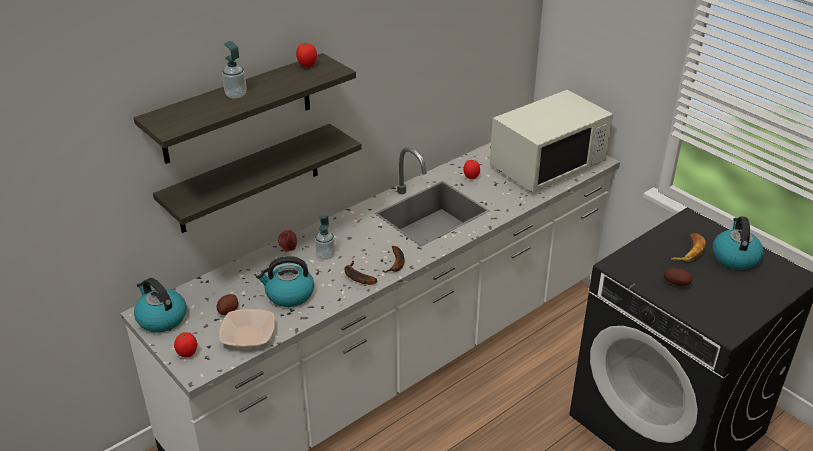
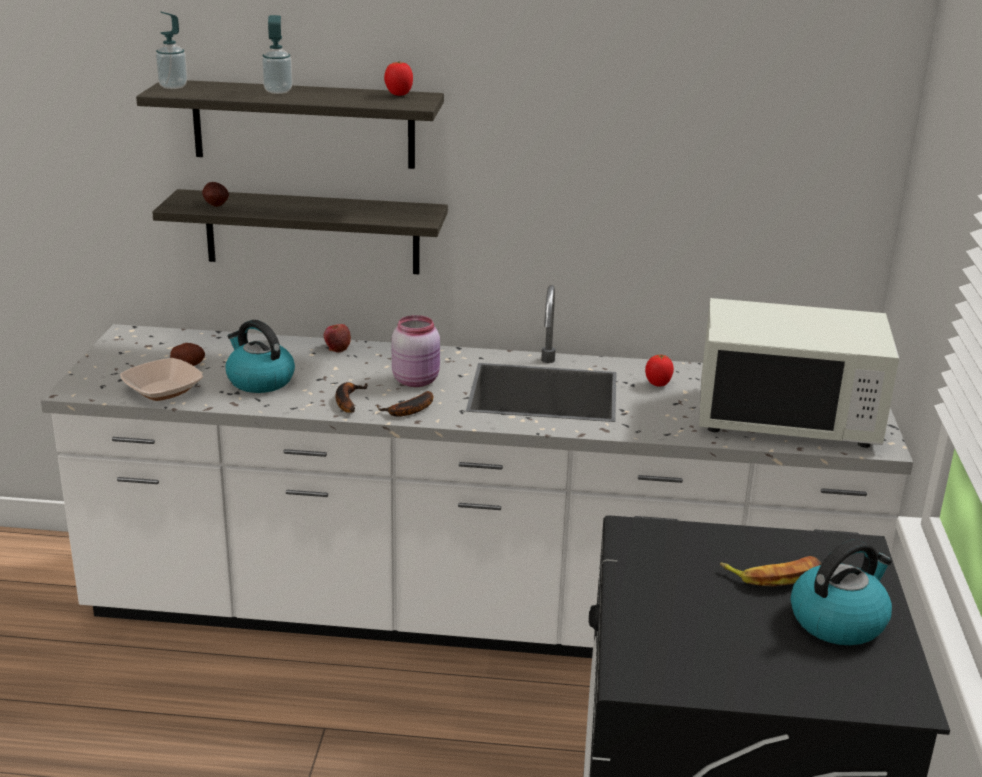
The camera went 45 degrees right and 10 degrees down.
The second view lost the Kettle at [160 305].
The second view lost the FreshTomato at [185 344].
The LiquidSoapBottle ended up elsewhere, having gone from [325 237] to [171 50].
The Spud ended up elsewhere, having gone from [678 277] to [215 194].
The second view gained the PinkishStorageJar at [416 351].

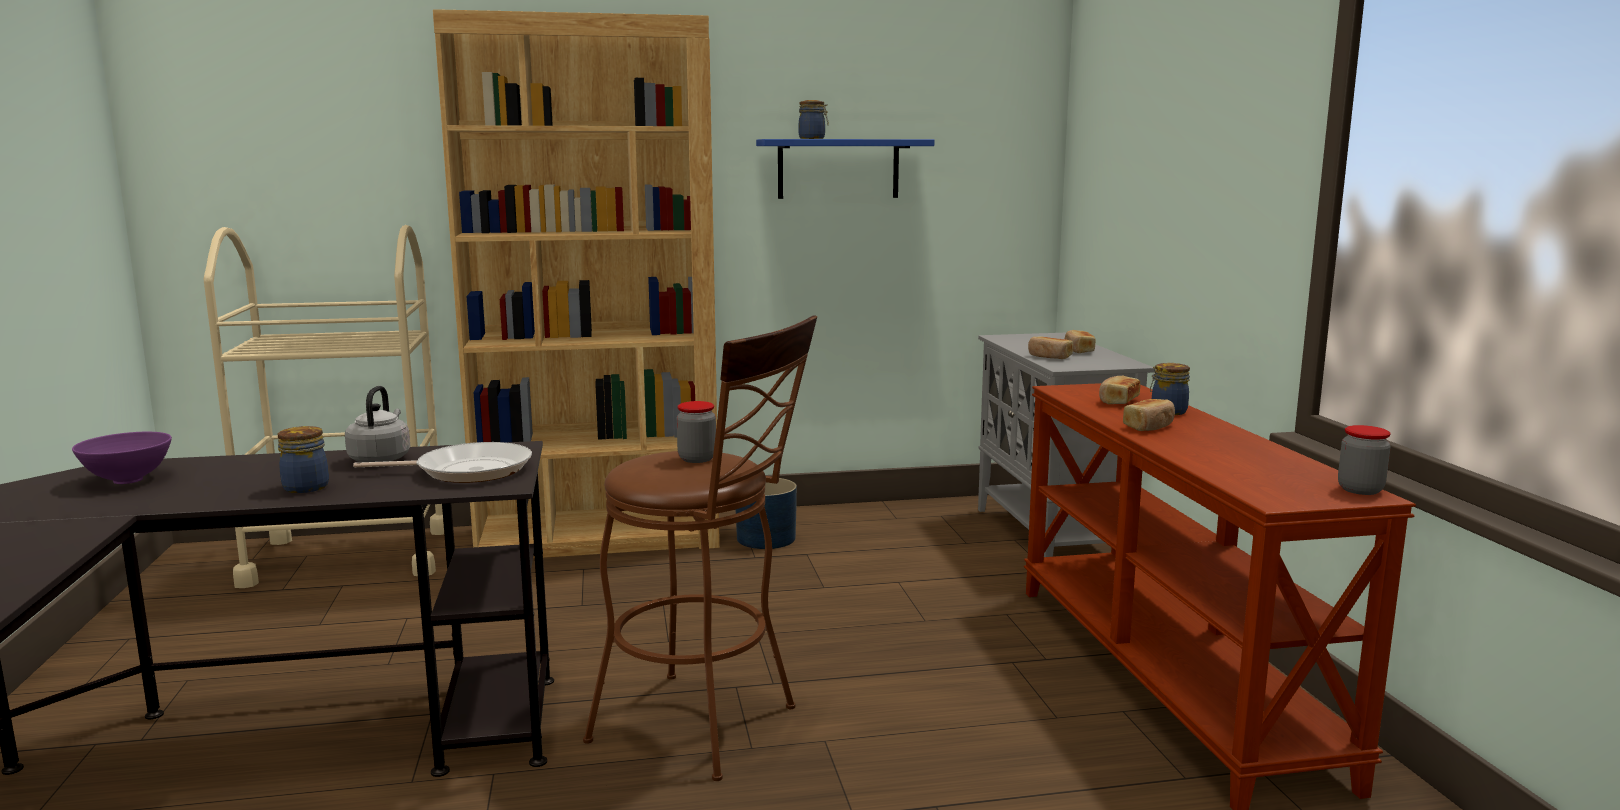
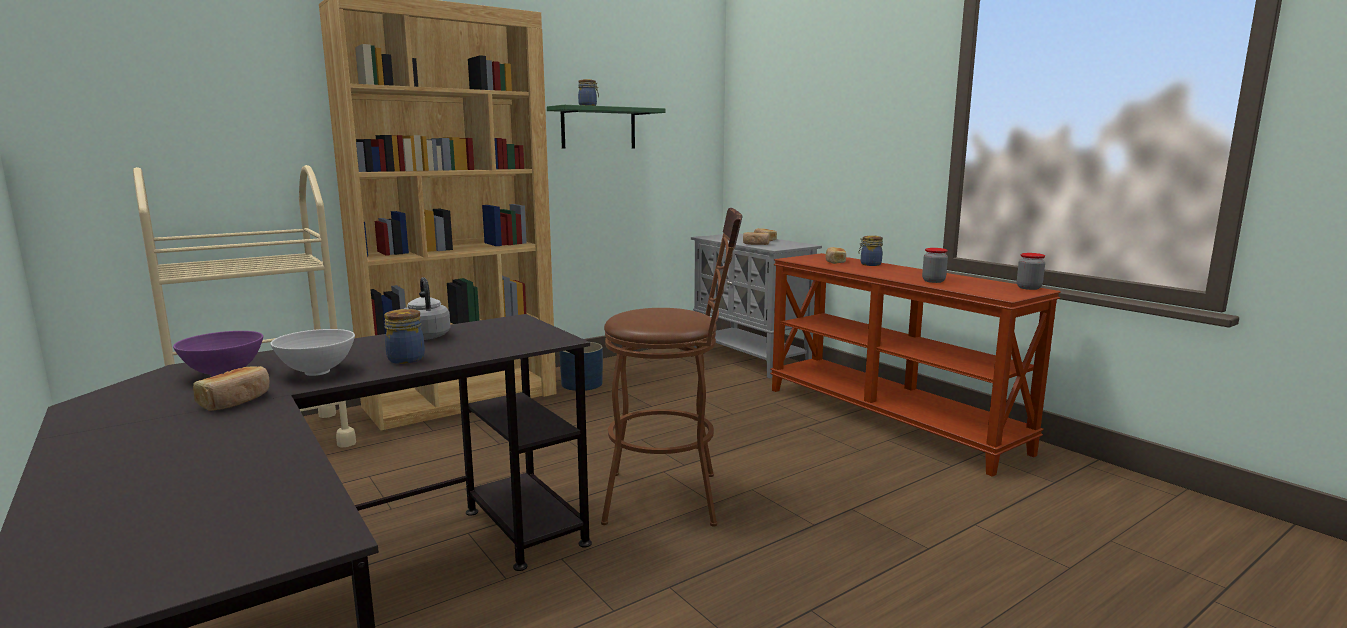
The camera went 25 degrees left and 0 degrees up.
The second view lost the Skillet at [442 462].
The StorageJar ended up elsewhere, having gone from [696 432] to [935 265].
What was the BlueColouredWallShelf at [845 169] turned into the GreenishWallShelf at [606 127].
The BakeryBread ended up elsewhere, having gone from [1149 415] to [231 388].
The second view gained the WhiteServingBowl at [312 352].

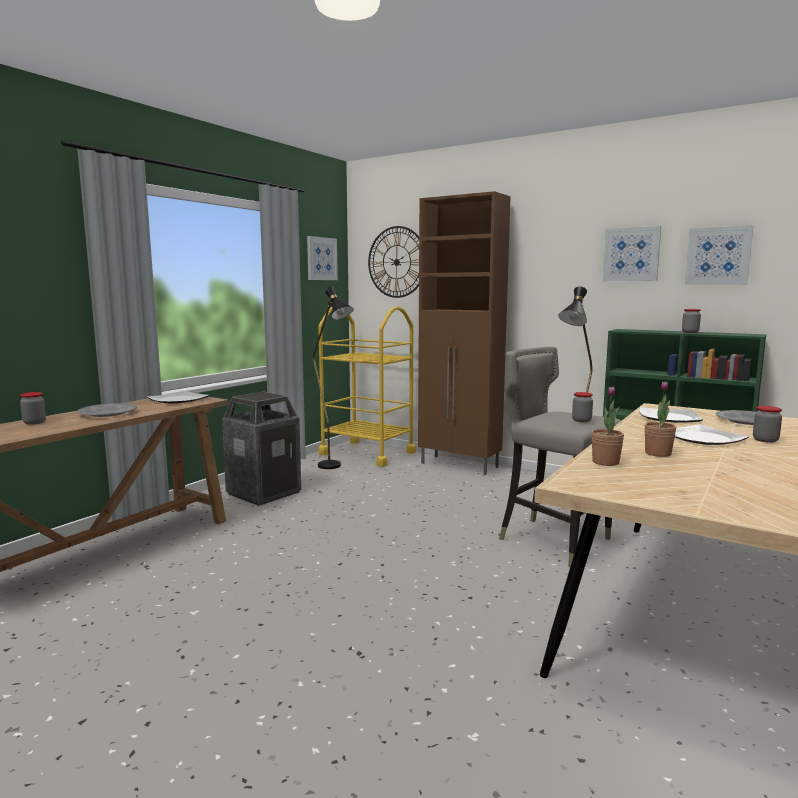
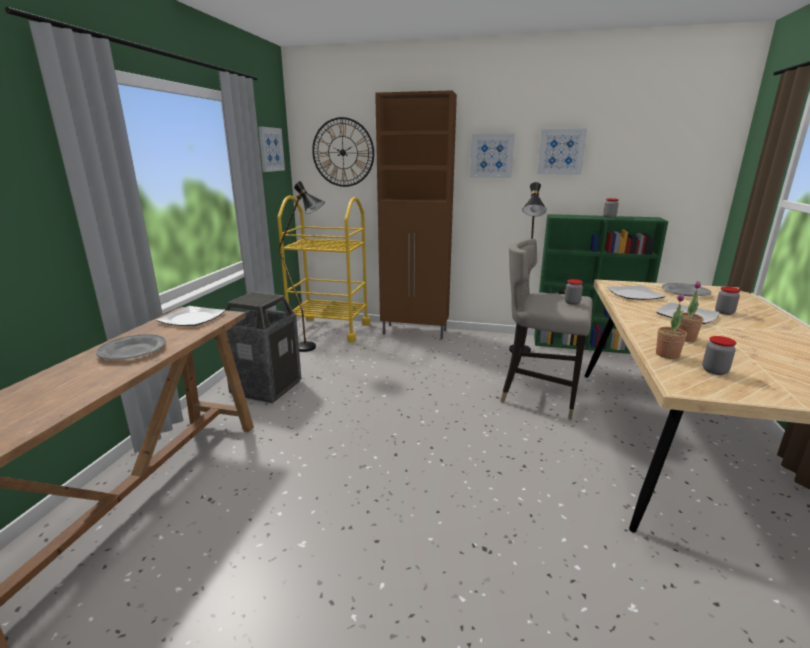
The camera went 20 degrees left and 10 degrees up.
The StorageJar ended up elsewhere, having gone from [33 408] to [719 355].
The WallPicture ended up elsewhere, having gone from [719 255] to [492 156].

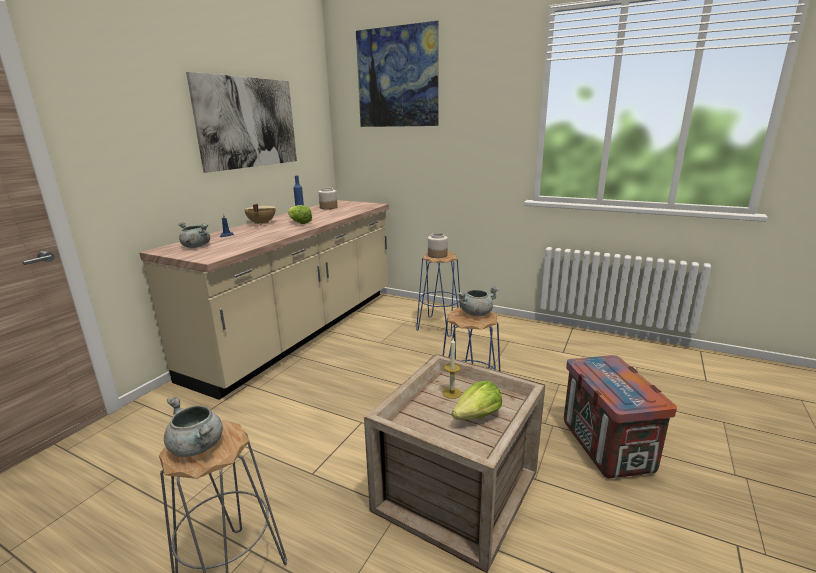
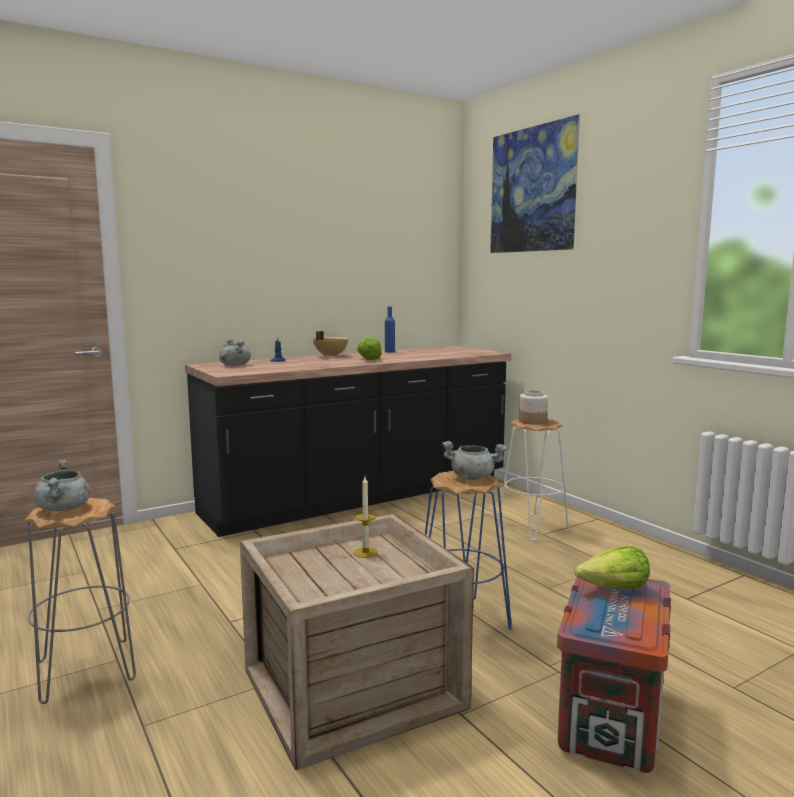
The camera went 30 degrees right and 10 degrees down.
What was the BeigeKitchenCounter at [264 300] turned into the BlackishKitchenCounter at [348 441].
The second view lost the WallPicture at [241 122].
The second view lost the StorageJar at [328 198].
What was the BlueColouredStoolSeat at [438 294] turned into the WhiteStoolSeat at [533 480].
The LettuceHead ended up elsewhere, having gone from [477 400] to [612 567].

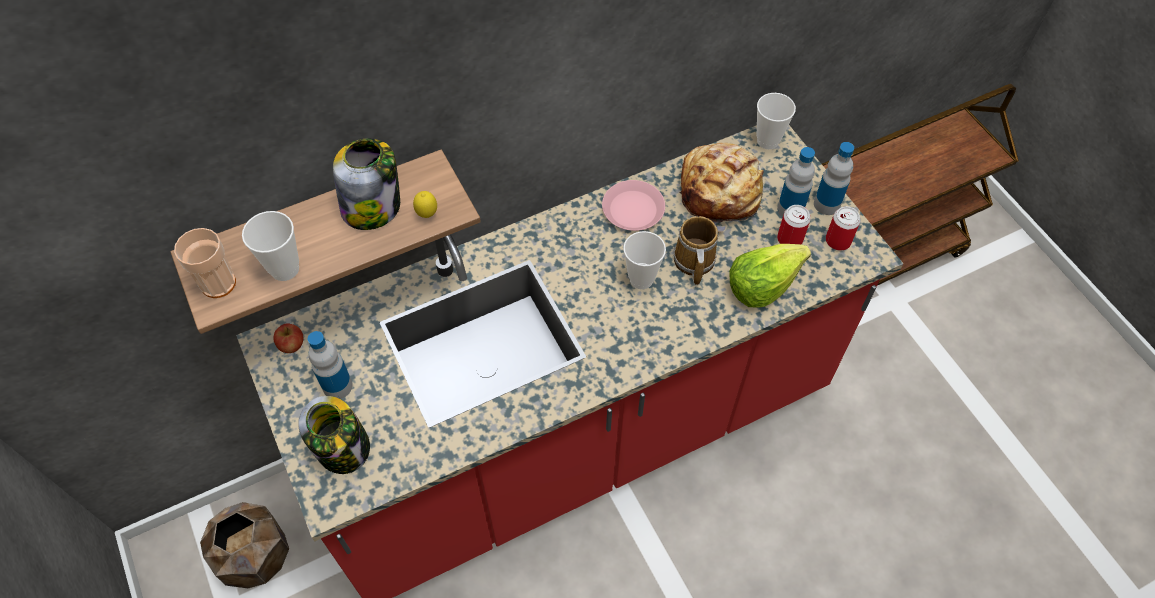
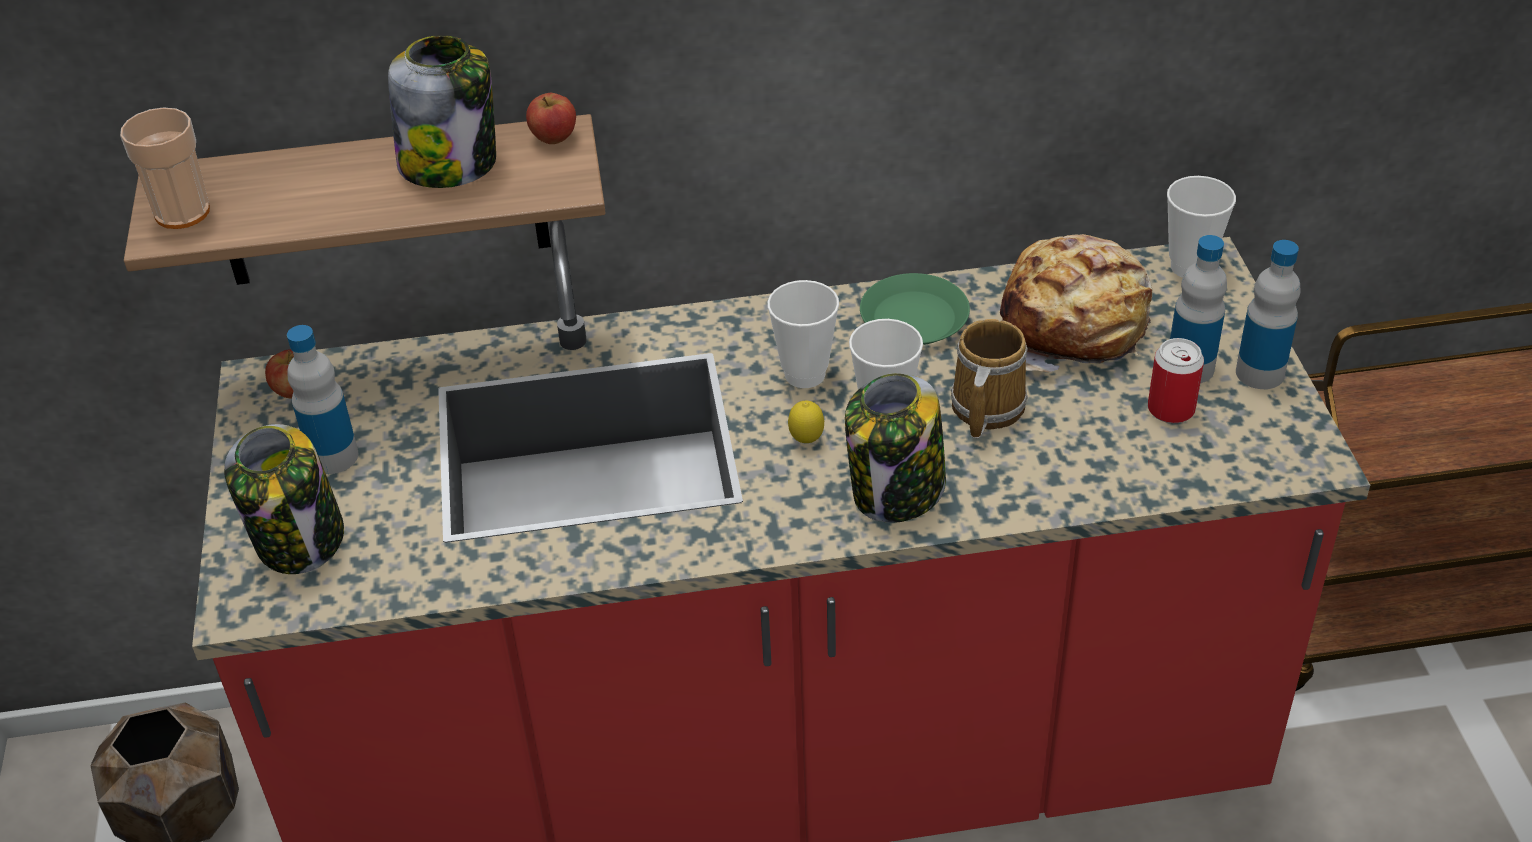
The camera went 20 degrees right and 15 degrees down.
The Cup ended up elsewhere, having gone from [270 246] to [803 334].
The Lemon ended up elsewhere, having gone from [425 204] to [806 422].
What was the PinkishDinnerPlate at [633 205] turned into the GreenishDinnerPlate at [915 309].
The second view lost the LettuceHead at [770 275].
The second view lost the SealedCan at [843 228].
The second view gained the Apple at [551 118].
The second view gained the StorageJar at [895 448].

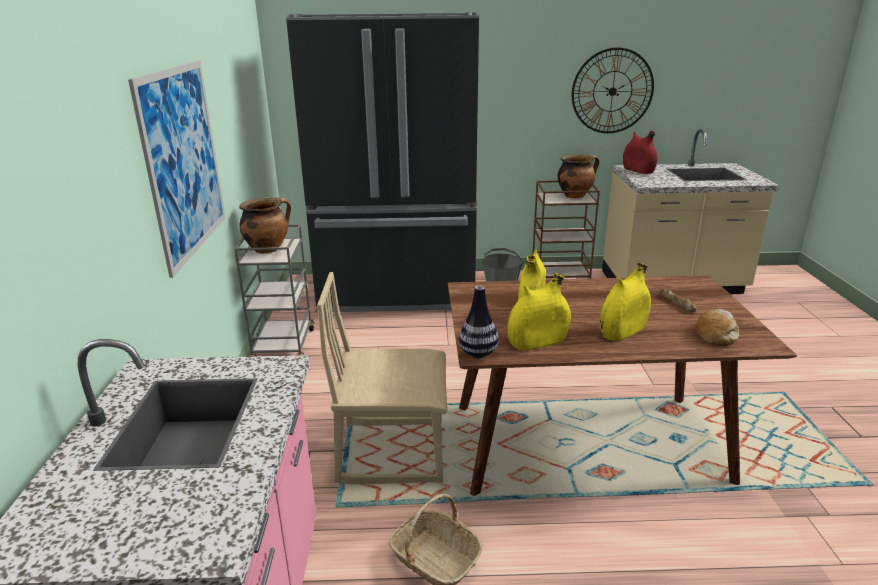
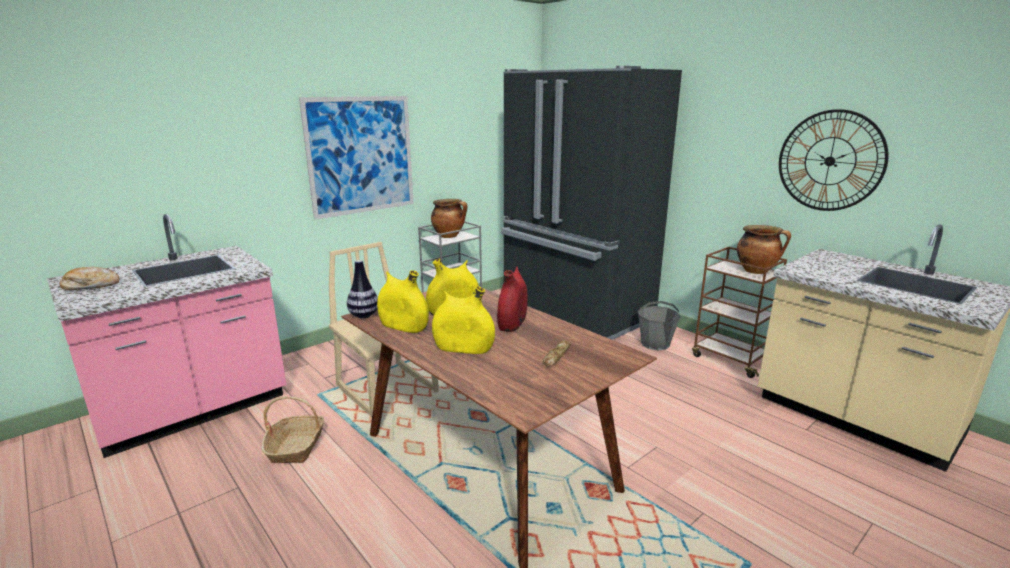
The camera went 50 degrees right and 5 degrees down.
The RedColouredDecorativeVase ended up elsewhere, having gone from [640 152] to [512 299].
The BakeryBread ended up elsewhere, having gone from [717 327] to [89 278].

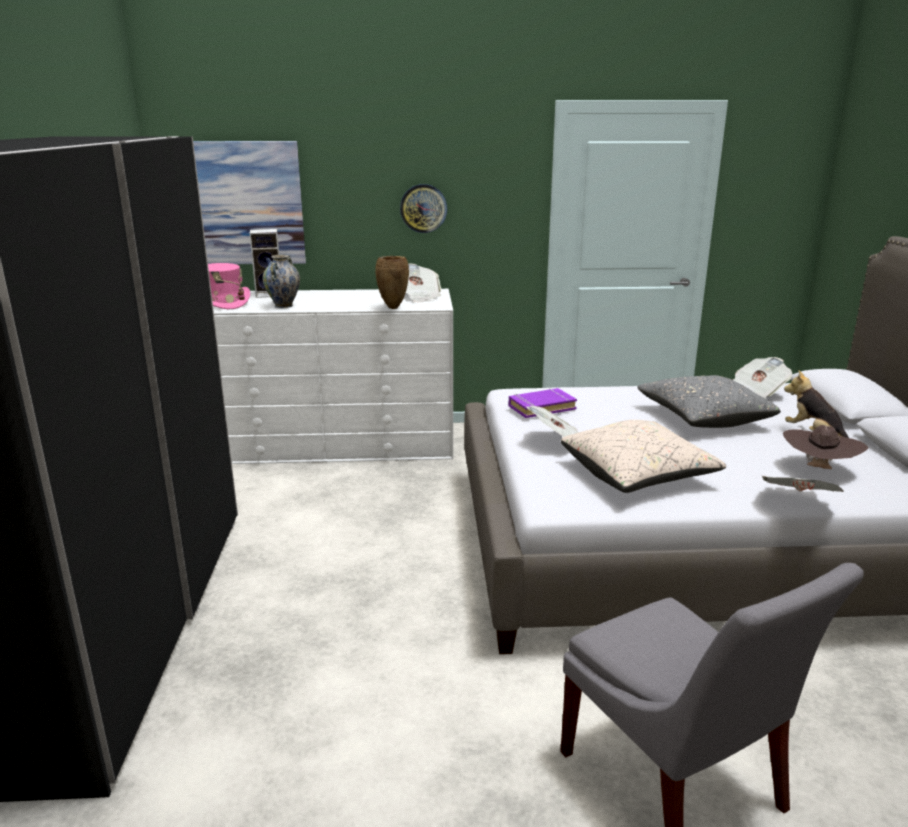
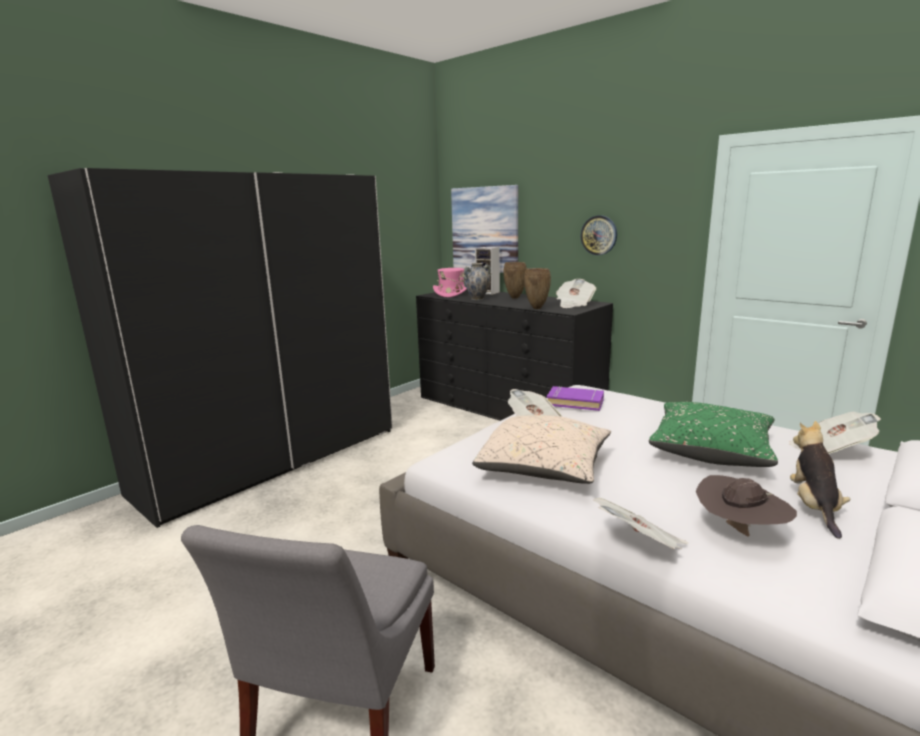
The camera went 45 degrees right and 5 degrees down.
What was the WhiteChestOfDrawers at [333 376] turned into the BlackishChestOfDrawers at [514 355].
What was the GrayThrowPillow at [709 401] turned into the GreenishThrowPillow at [713 434].
The second view gained the BrownColouredDecorativeVase at [515 280].

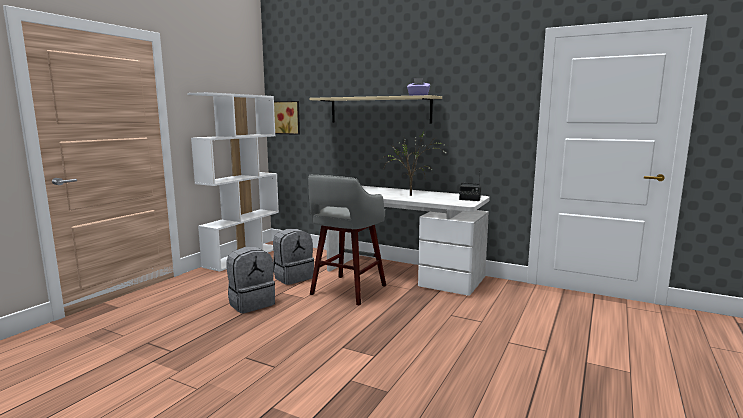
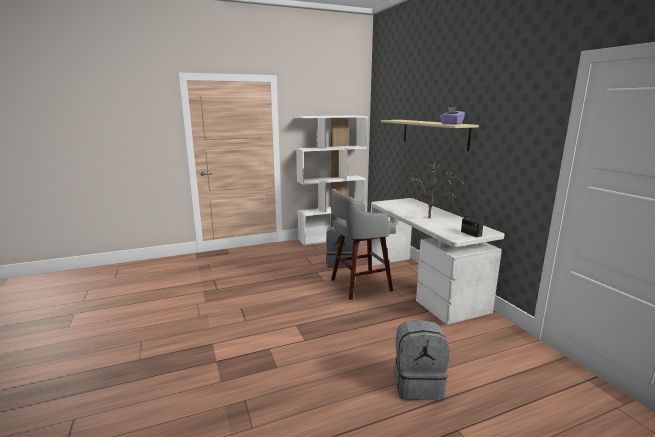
The camera went 40 degrees right and 5 degrees up.
The GrayBackpack ended up elsewhere, having gone from [250 280] to [421 360].
The second view lost the WallPicture at [287 118].

